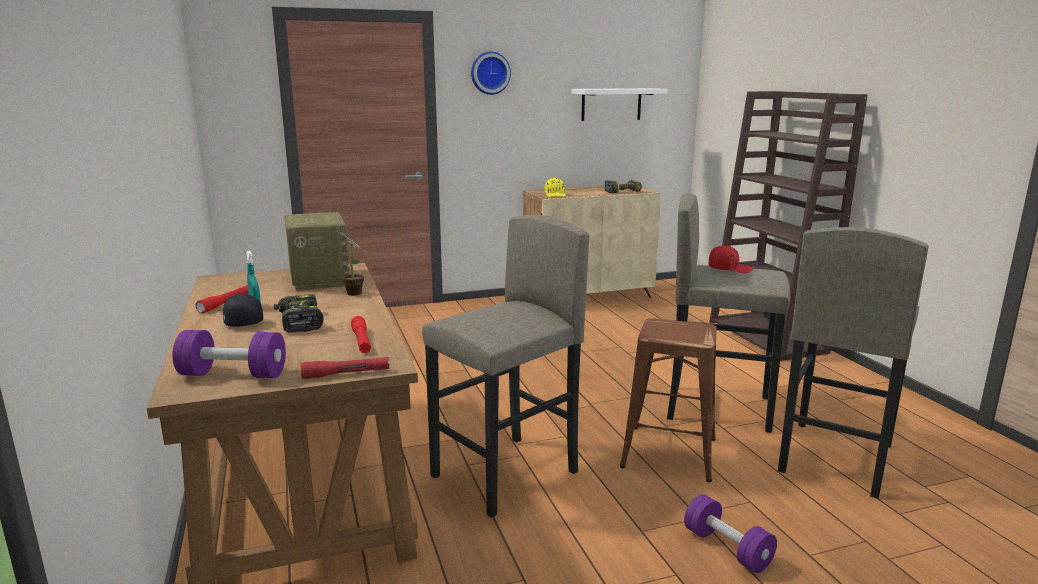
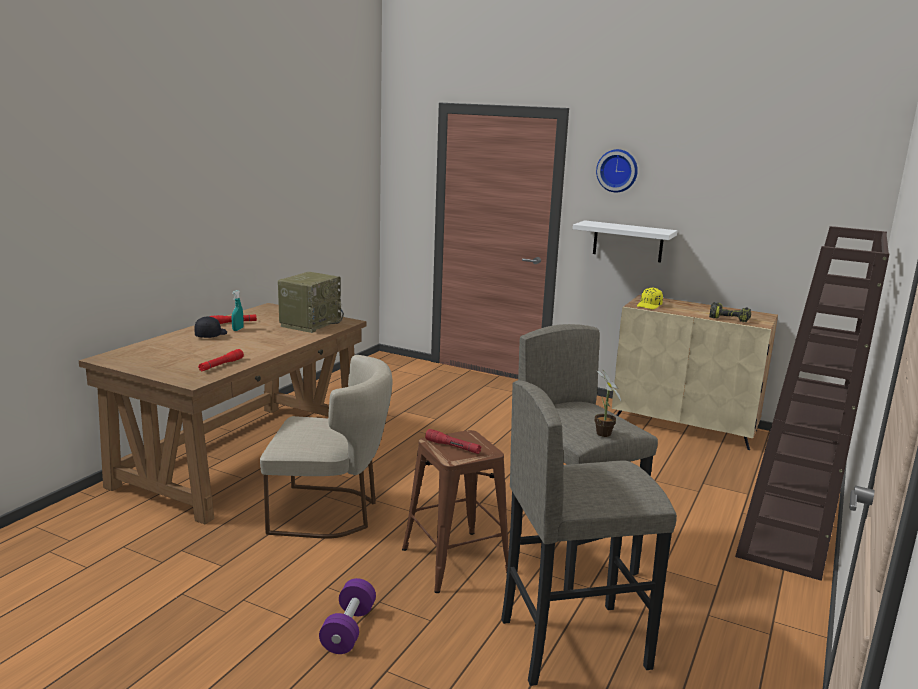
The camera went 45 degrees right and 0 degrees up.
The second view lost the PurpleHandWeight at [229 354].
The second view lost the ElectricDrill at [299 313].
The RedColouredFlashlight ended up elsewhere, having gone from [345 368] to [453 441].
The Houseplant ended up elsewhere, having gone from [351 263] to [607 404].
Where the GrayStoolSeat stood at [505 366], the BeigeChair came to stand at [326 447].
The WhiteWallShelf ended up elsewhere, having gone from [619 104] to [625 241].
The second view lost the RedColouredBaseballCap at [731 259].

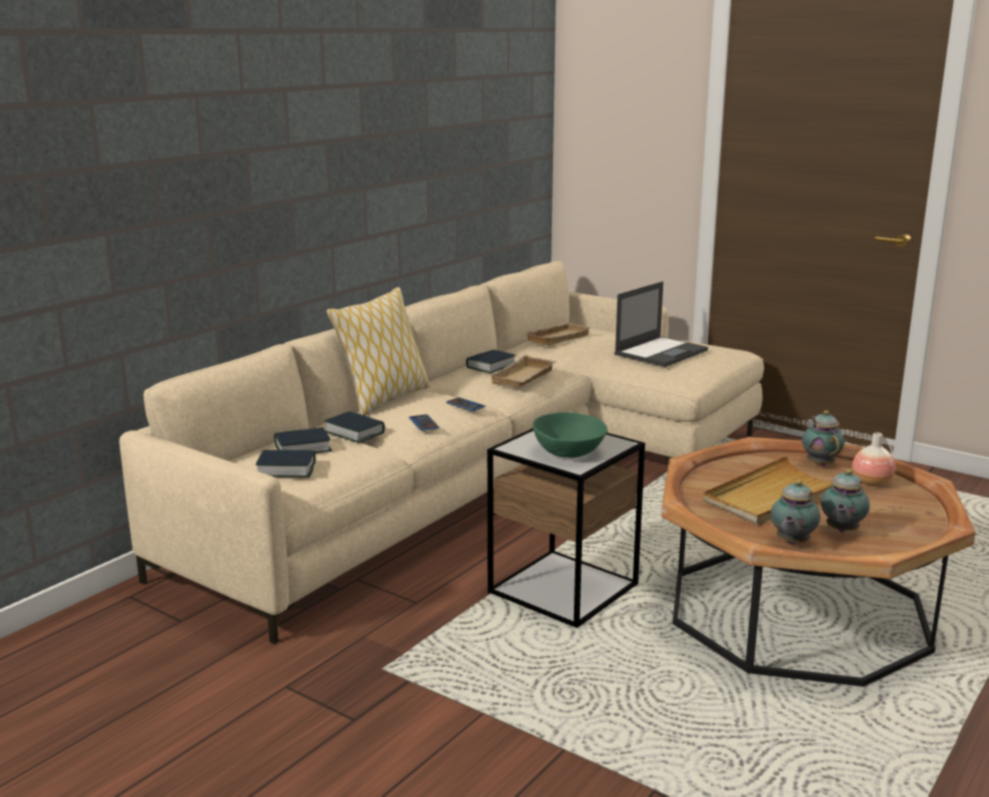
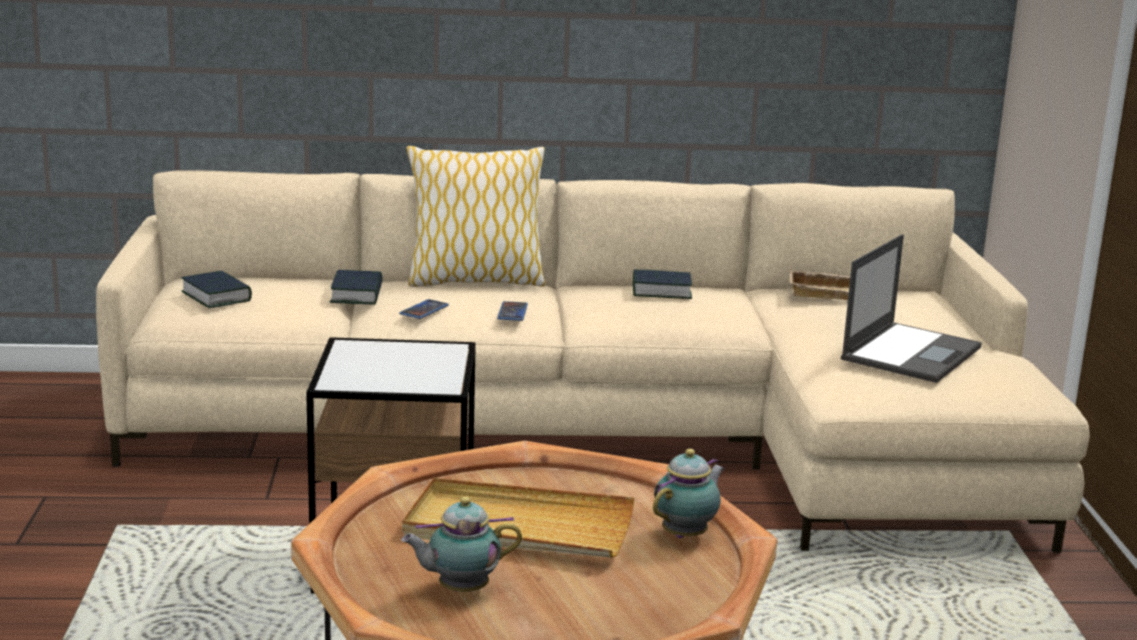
The camera went 50 degrees right and 0 degrees up.
The second view lost the BoundBook at [303 440].
The second view lost the BeigeTray at [524 371].
The second view lost the GreenishServingBowl at [570 435].
The PortableComputer at [661 324] ended up facing another way, 60 degrees counterclockwise from before.
The second view lost the TeaPot at [795 512].
The second view lost the DecorativeVase at [874 459].

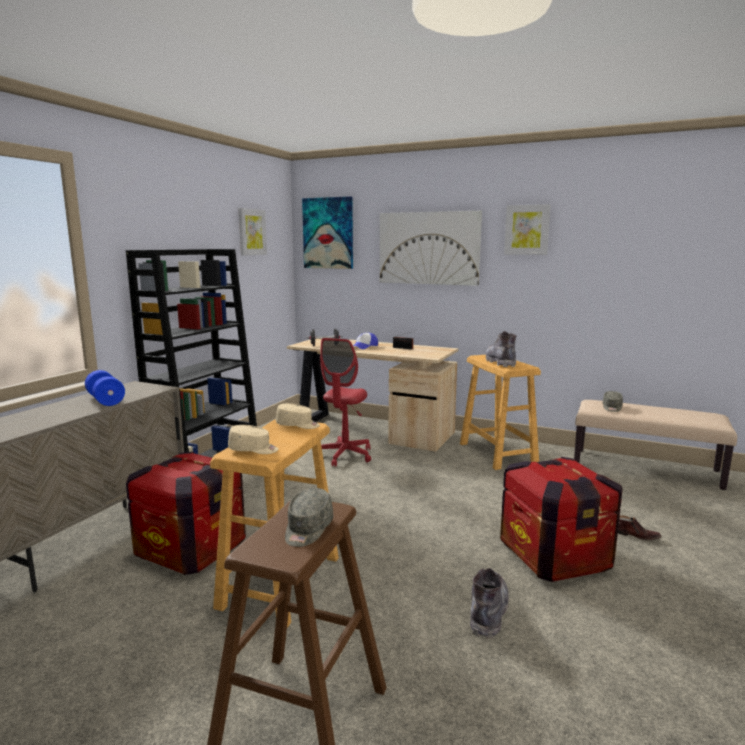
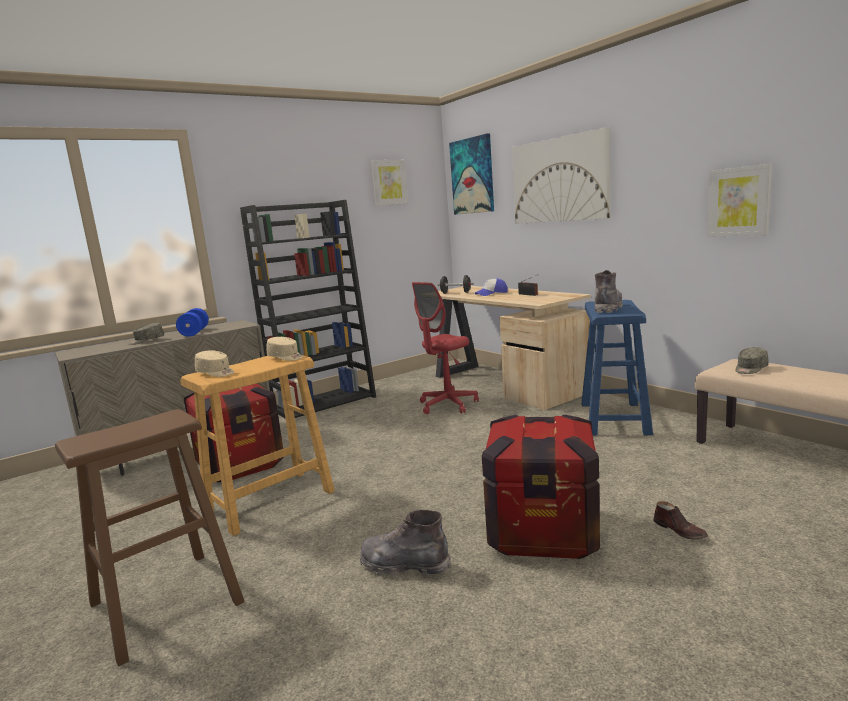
The camera went 30 degrees right and 0 degrees up.
The GrayBaseballCap ended up elsewhere, having gone from [309 517] to [146 334].
What was the BeigeStoolSeat at [500 412] turned into the BlueColouredStoolSeat at [617 368].
The GrayTallBoot at [489 603] ended up facing another way, 120 degrees counterclockwise from before.
The WallPicture ended up elsewhere, having gone from [527 229] to [739 200].

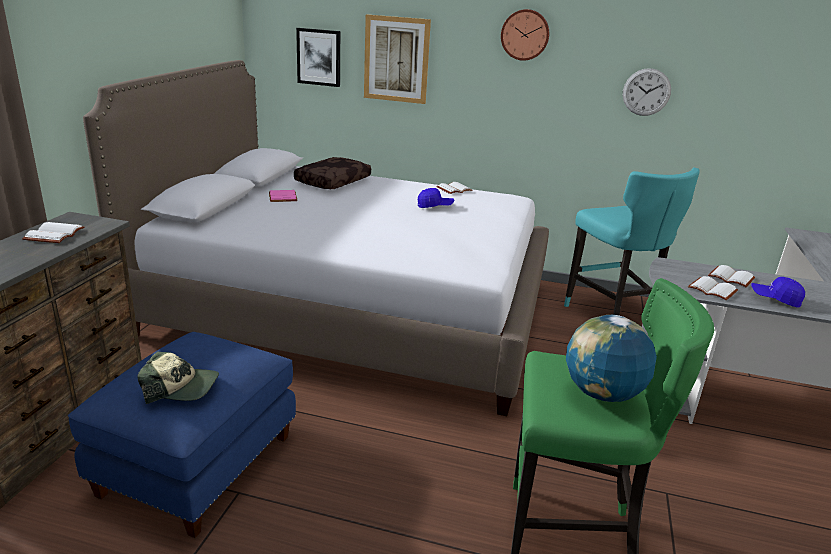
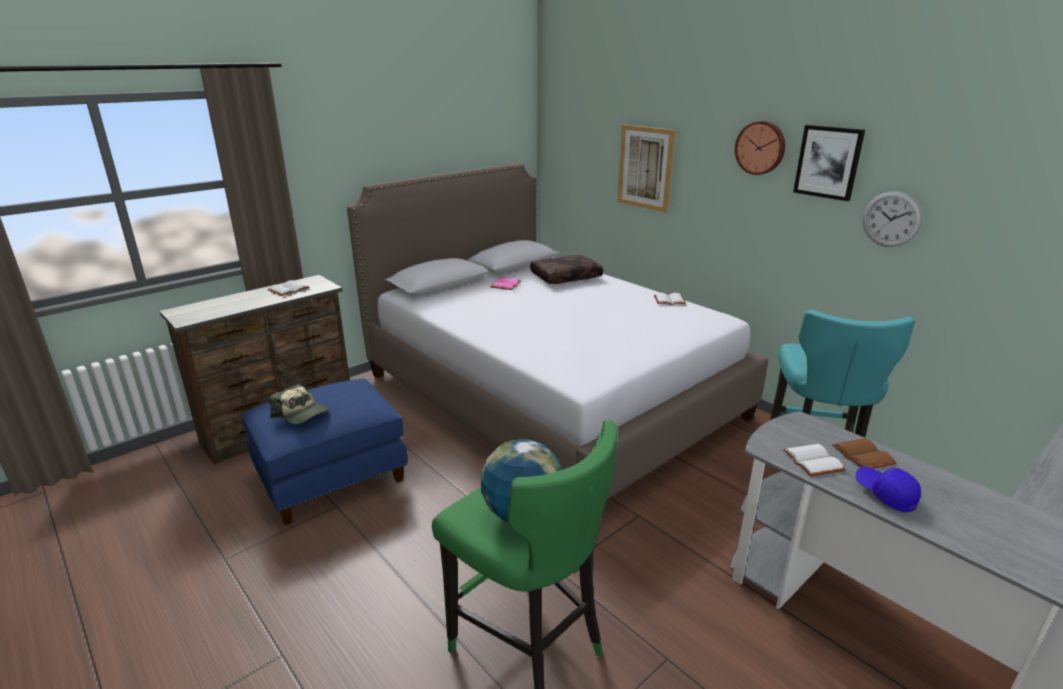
The camera went 35 degrees right and 0 degrees up.
The WallPicture ended up elsewhere, having gone from [318 57] to [829 163].
The second view lost the BlueColouredBaseballCap at [436 198].
What was the WhiteBoundBook at [731 276] turned into the BrownColouredBoundBook at [864 453].

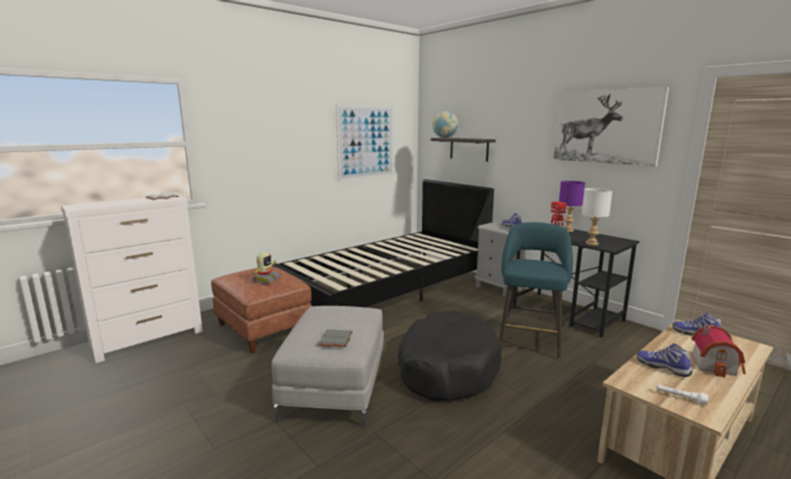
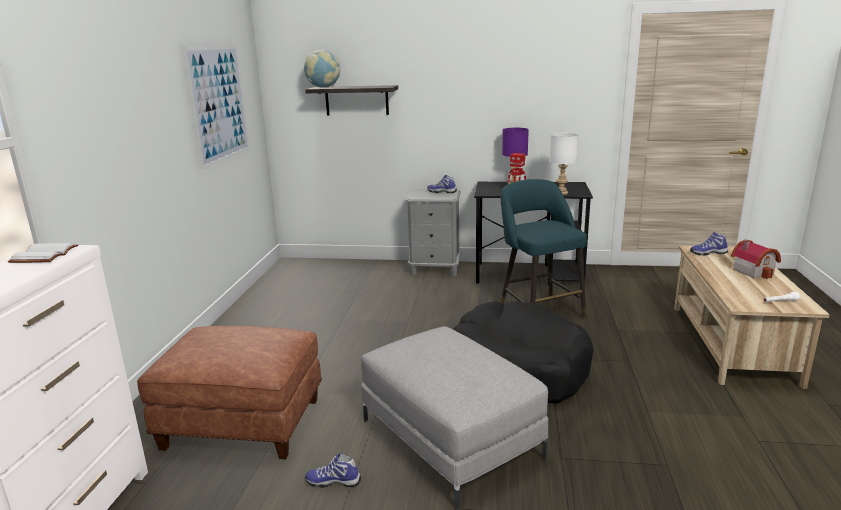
The camera went 40 degrees left and 5 degrees up.
The second view lost the ModelRobot at [266 268].
The second view lost the BlackishSleepingBed at [383 243].
The second view lost the GrayBoundBook at [336 338].
The second view lost the WallPicture at [611 127].
The LowShoe ended up elsewhere, having gone from [664 360] to [333 470].

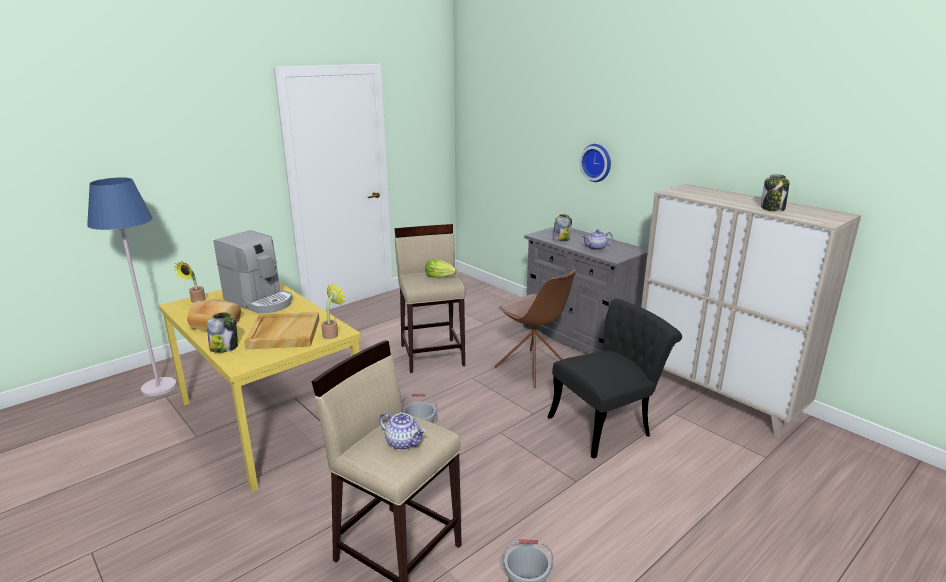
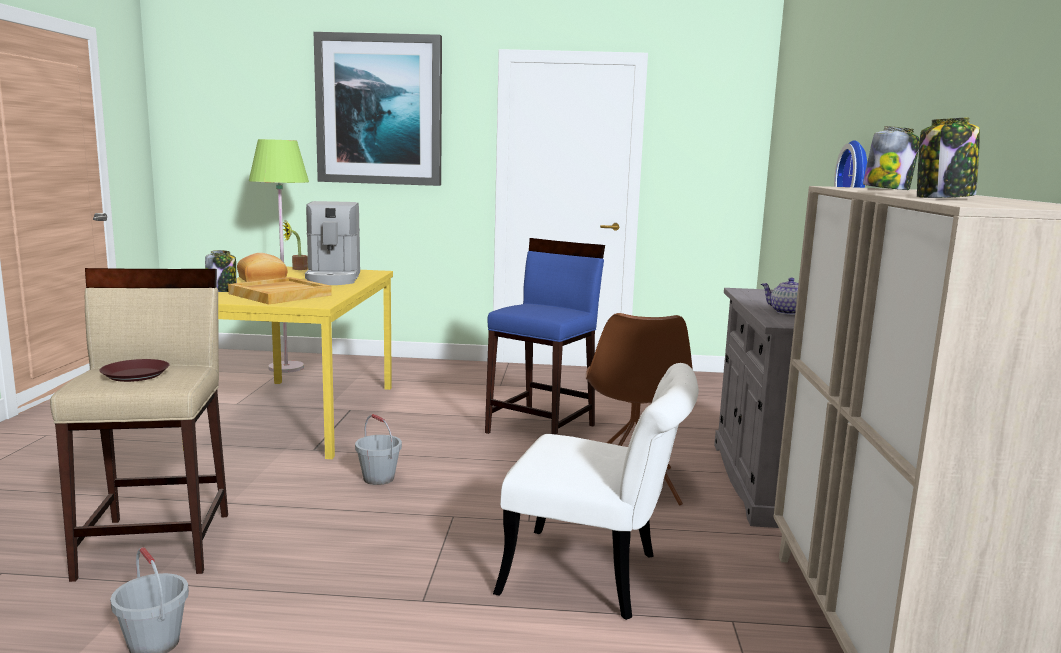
The camera went 45 degrees right and 10 degrees down.
What was the BlueColouredStandingLamp at [132 287] turned into the GreenishStandingLamp at [279 256].
The second view lost the Houseplant at [333 311].
Where the TeaPot stood at [402 431], the BrownColouredDinnerPlate came to stand at [134 370].
What was the BeigeStoolSeat at [430 298] turned into the BlueColouredStoolSeat at [545 336].
The second view lost the LettuceHead at [441 268].
What was the BlackishChair at [614 379] turned into the WhiteChair at [596 491].
The StorageJar ended up elsewhere, having gone from [562 227] to [891 158].
The second view gained the WallPicture at [377 109].

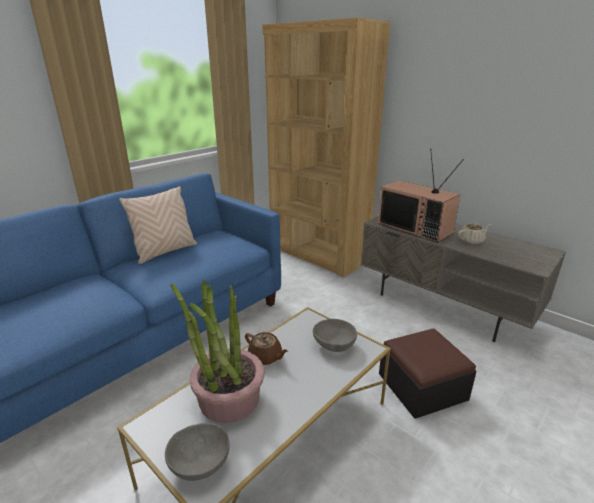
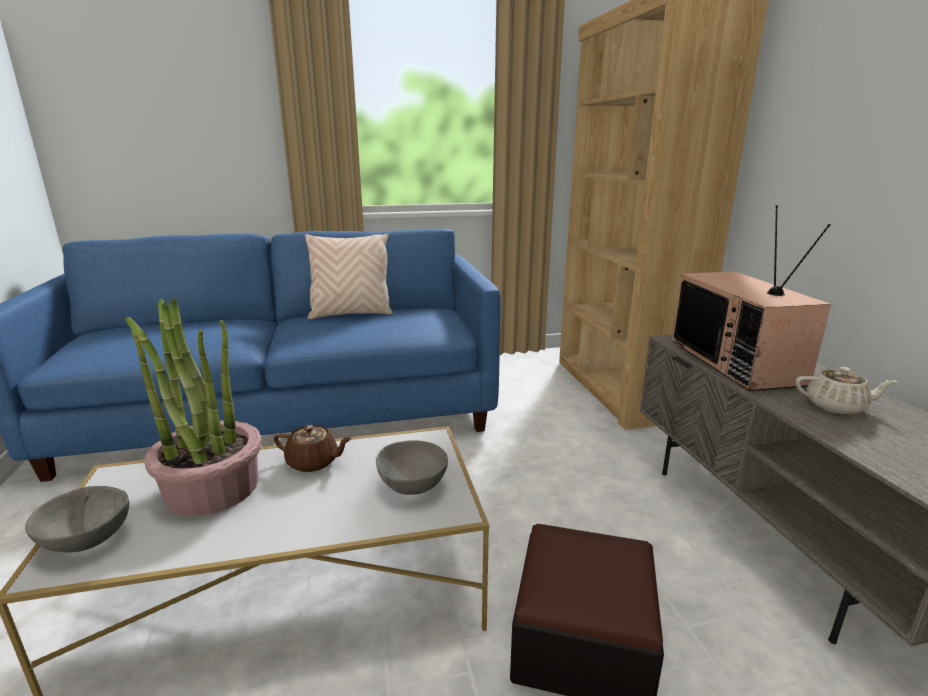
The camera went 35 degrees right and 5 degrees down.
The BrownColouredTeaPot at [266 348] ended up facing another way, 60 degrees counterclockwise from before.

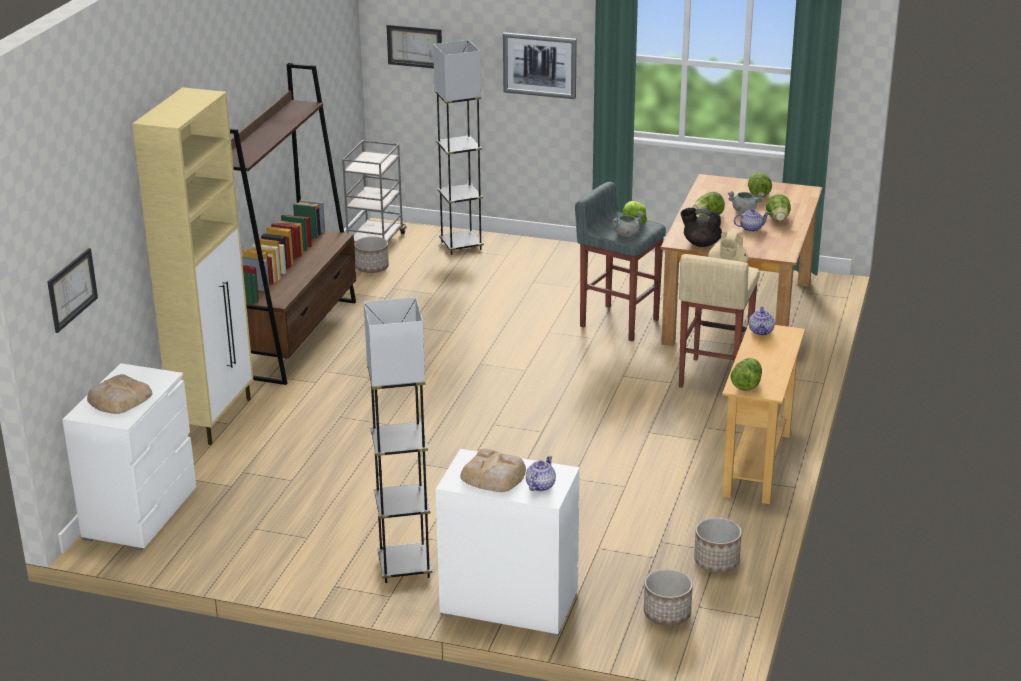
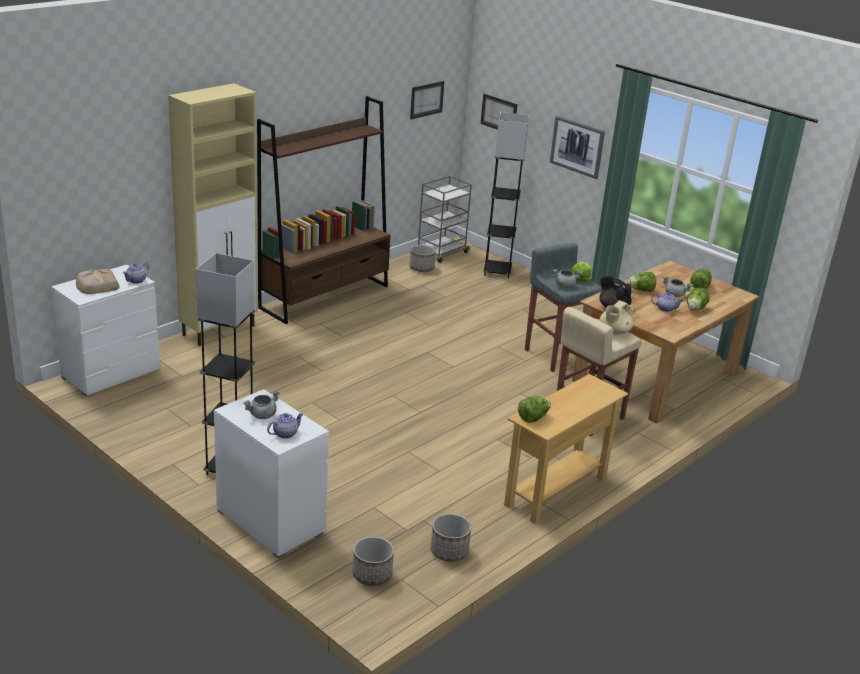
The camera went 25 degrees right and 0 degrees up.
The WallPicture ended up elsewhere, having gone from [72 290] to [427 100].
Where the BakeryBread stood at [493 470], the GrayCookingPot came to stand at [261 404].
The TeaPot ended up elsewhere, having gone from [762 321] to [136 273].

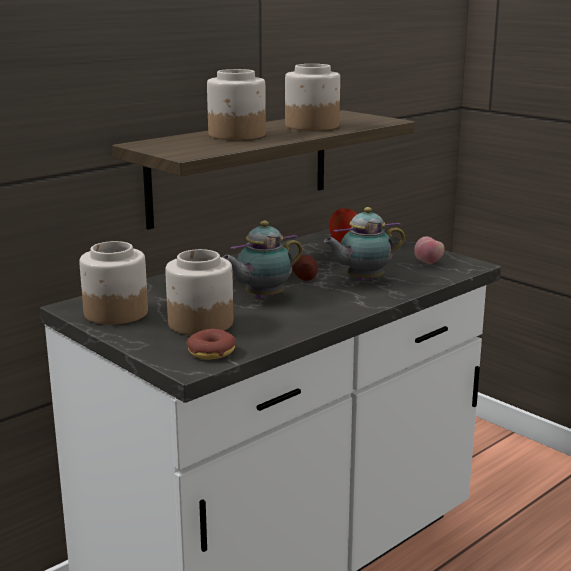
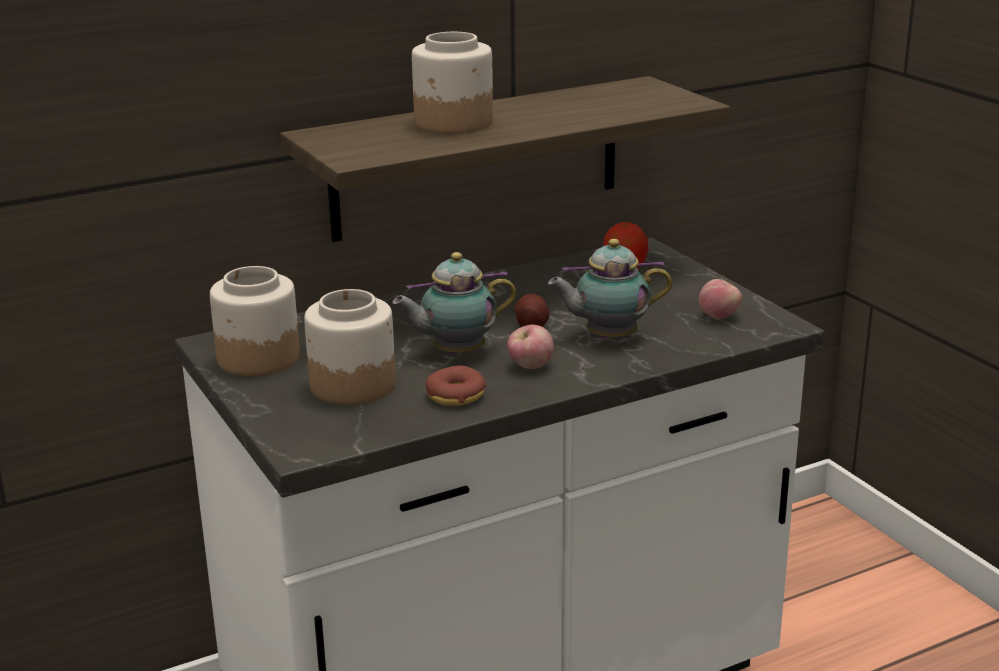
The camera went 15 degrees right and 5 degrees up.
The Doughnut ended up elsewhere, having gone from [211 344] to [456 386].
The second view lost the StorageJar at [312 97].
The second view gained the Apple at [530 346].

